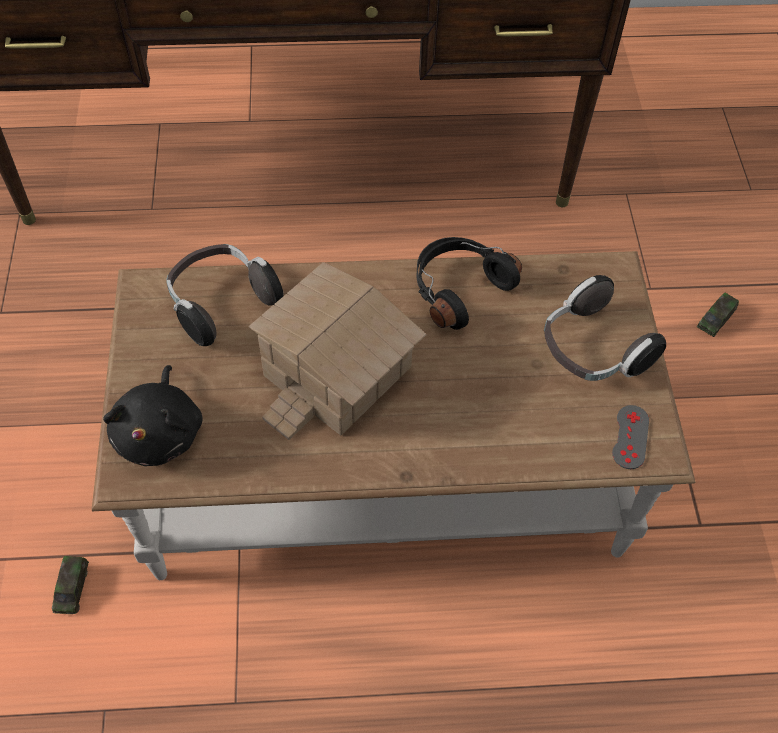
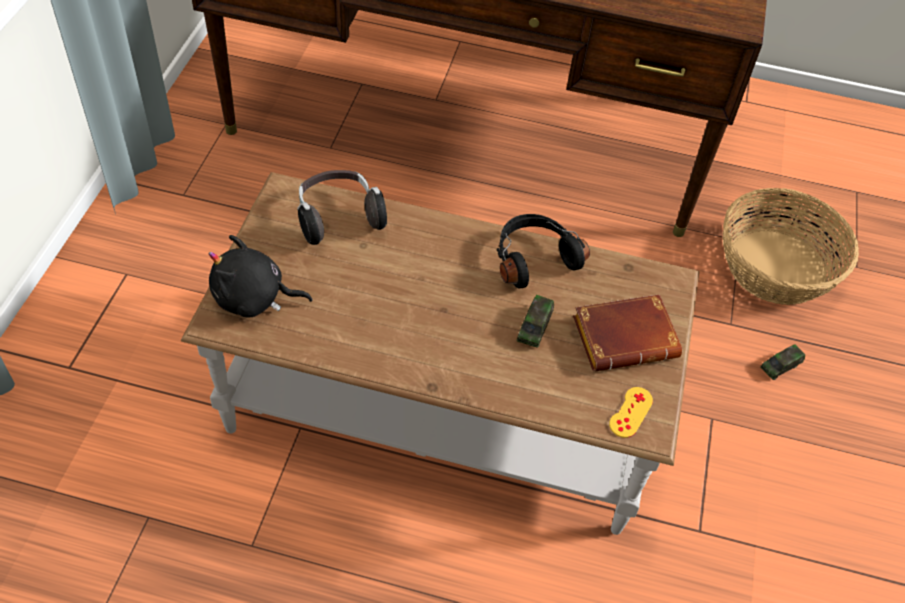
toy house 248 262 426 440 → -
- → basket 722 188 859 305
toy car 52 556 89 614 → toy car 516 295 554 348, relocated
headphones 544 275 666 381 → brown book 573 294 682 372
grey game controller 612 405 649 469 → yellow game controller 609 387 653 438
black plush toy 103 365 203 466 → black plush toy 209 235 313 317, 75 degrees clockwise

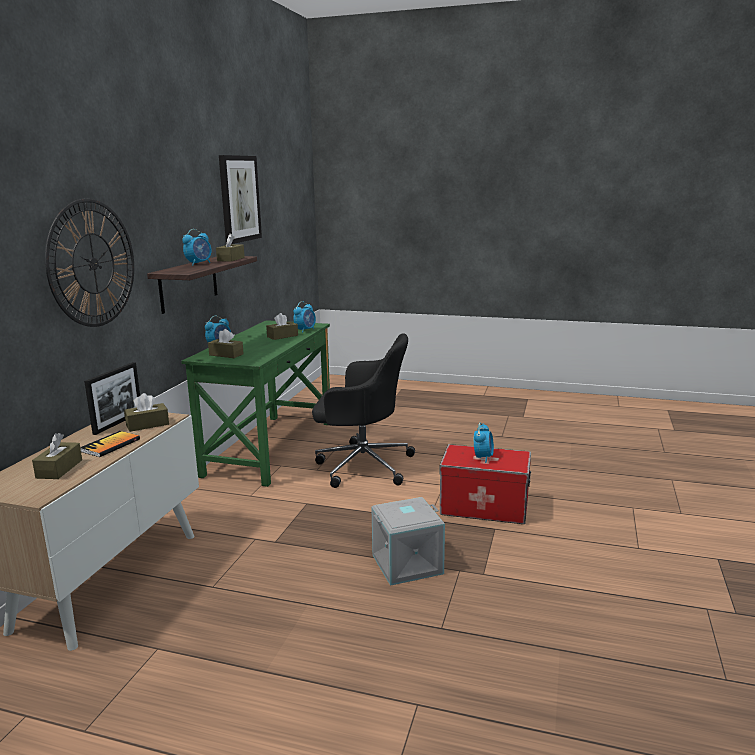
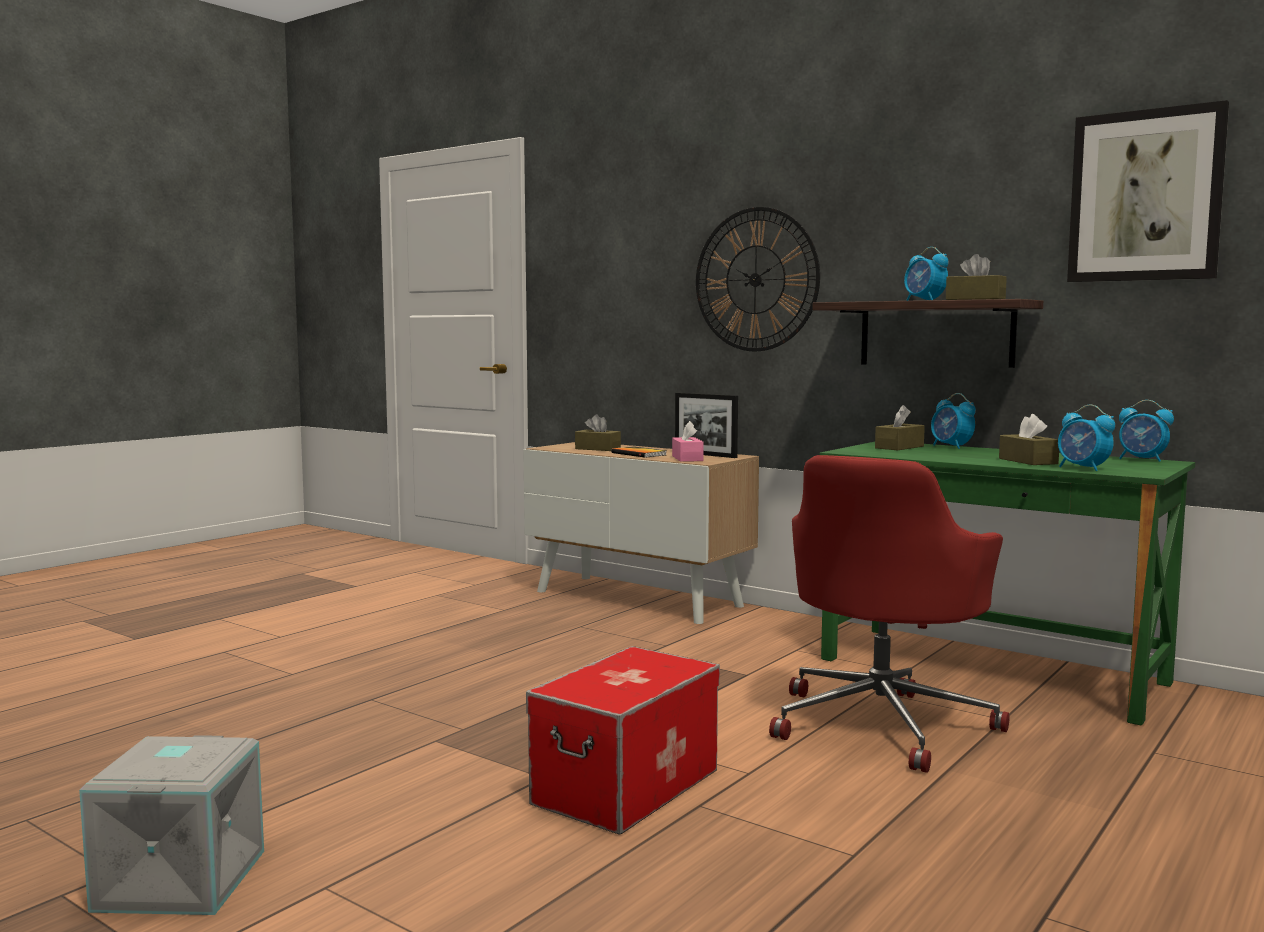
grey storage box 371 497 445 586 → grey storage box 79 735 264 915, relocated
alarm clock 474 423 494 463 → alarm clock 1119 400 1174 462, relocated
brown tissue box 124 393 169 432 → pink tissue box 672 421 704 462
black office chair 312 333 415 488 → red office chair 769 455 1009 773

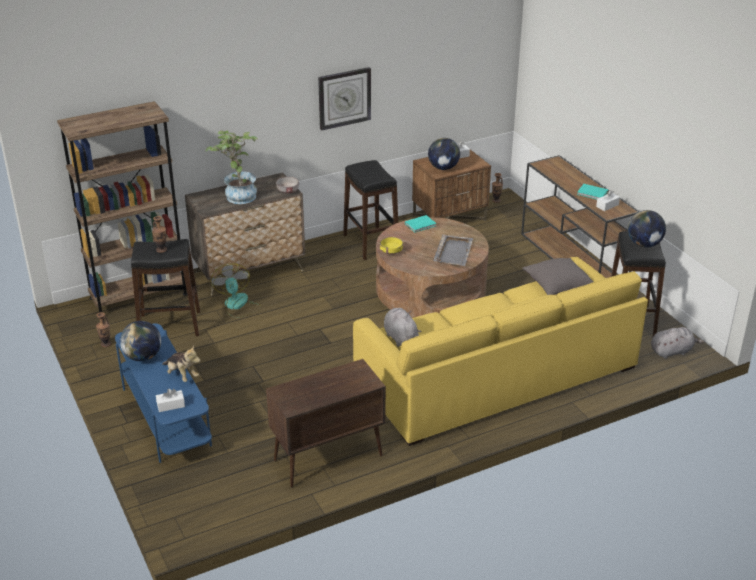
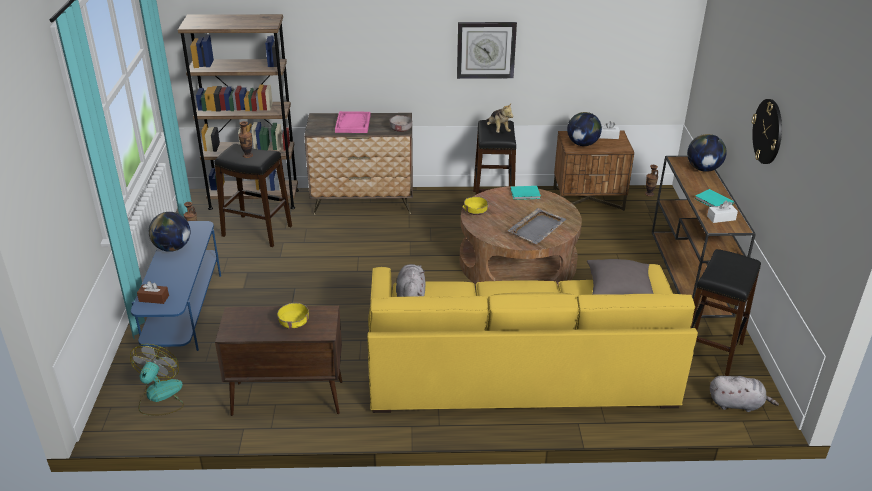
- → yellow bowl 277 303 309 329
- → wall clock 752 99 782 164
plush toy 162 346 201 382 → plush toy 486 104 513 133, relocated
fan 210 263 261 318 → fan 130 344 184 415, relocated
globe 628 210 666 247 → globe 687 134 727 172, relocated
potted plant 206 130 258 204 → pink tray 335 111 371 133
white tissue box 156 389 185 412 → brown tissue box 137 281 169 304

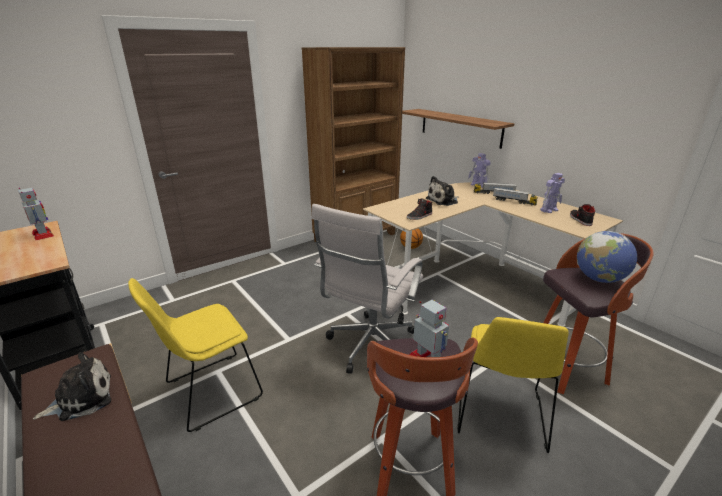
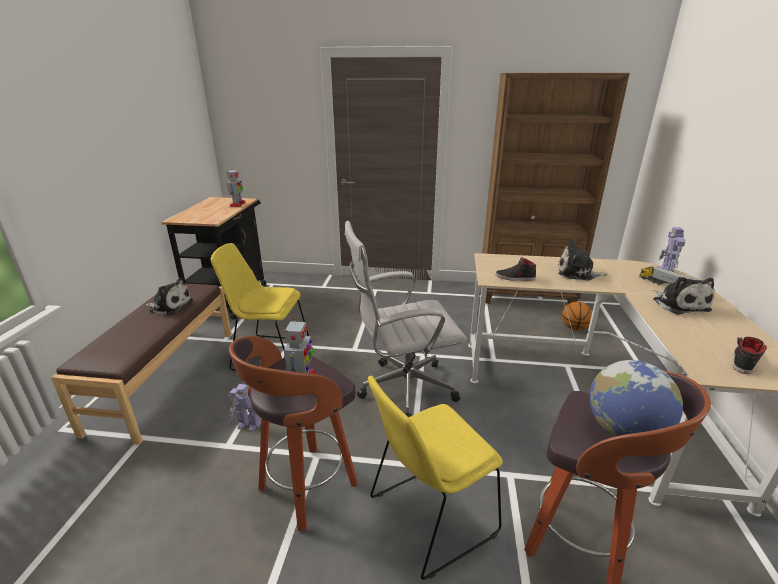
shelf 402 109 514 149 → -
toy robot 540 173 565 213 → toy robot 228 384 262 431, relocated
toy truck 493 188 538 206 → plush toy 652 277 715 315

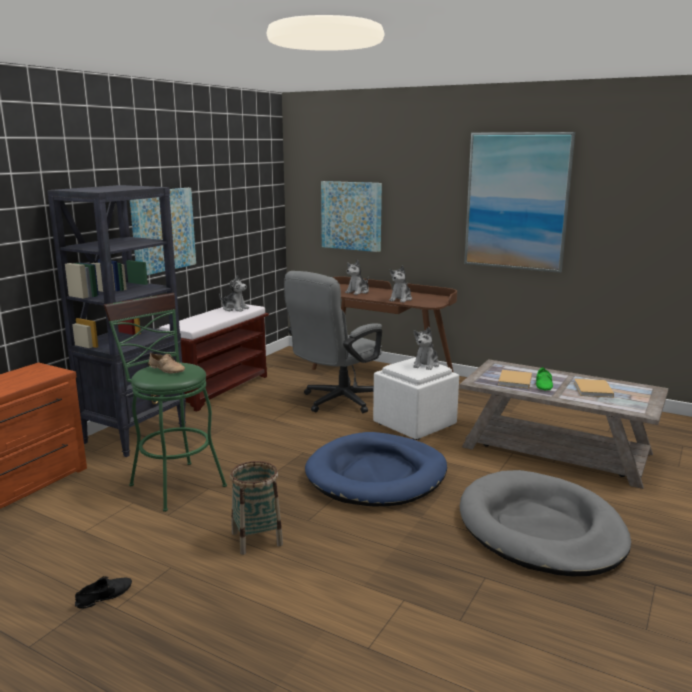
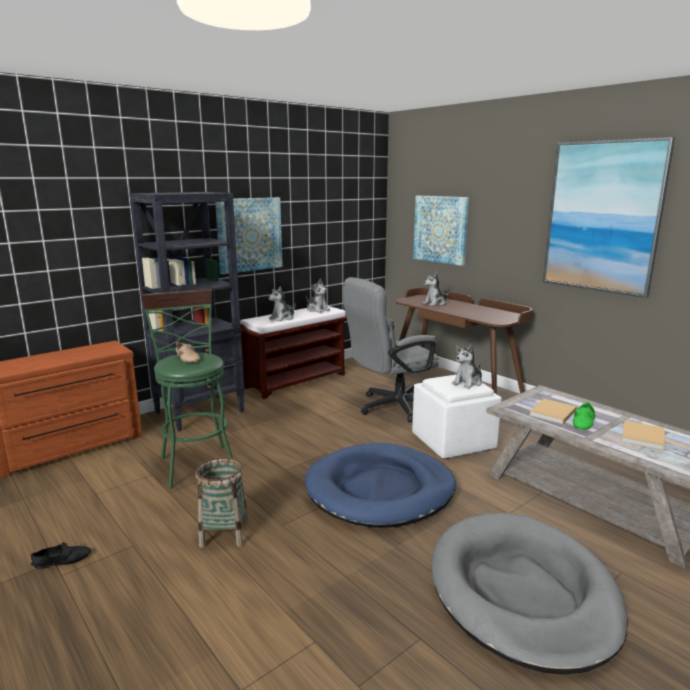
plush toy 389 265 412 302 → plush toy 268 286 296 322, relocated

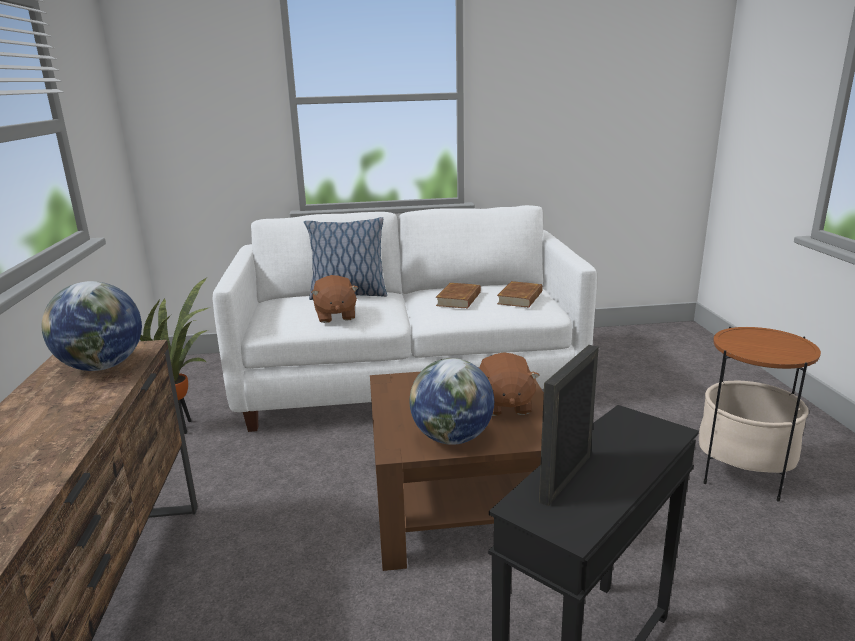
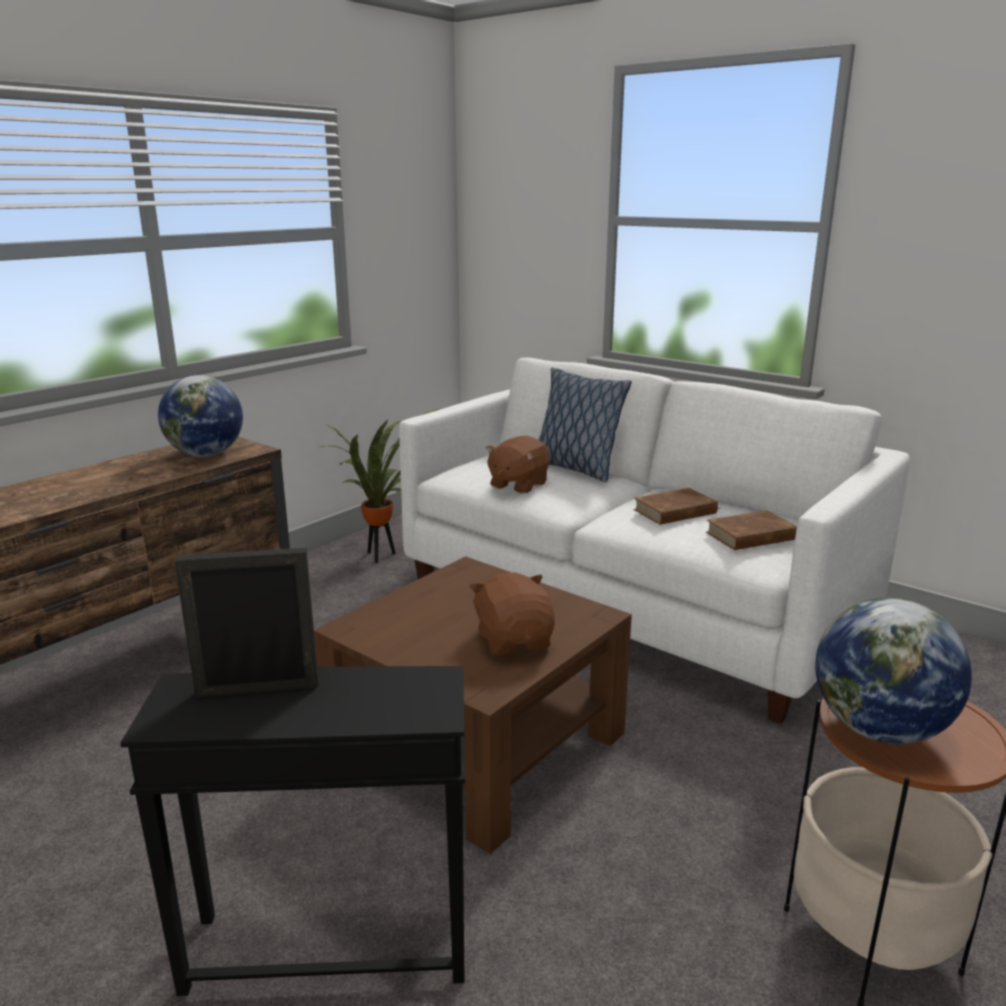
globe 409 358 494 445 → globe 815 598 972 744, relocated
brown plush toy 479 352 540 416 → brown plush toy 469 572 555 656, 120 degrees clockwise

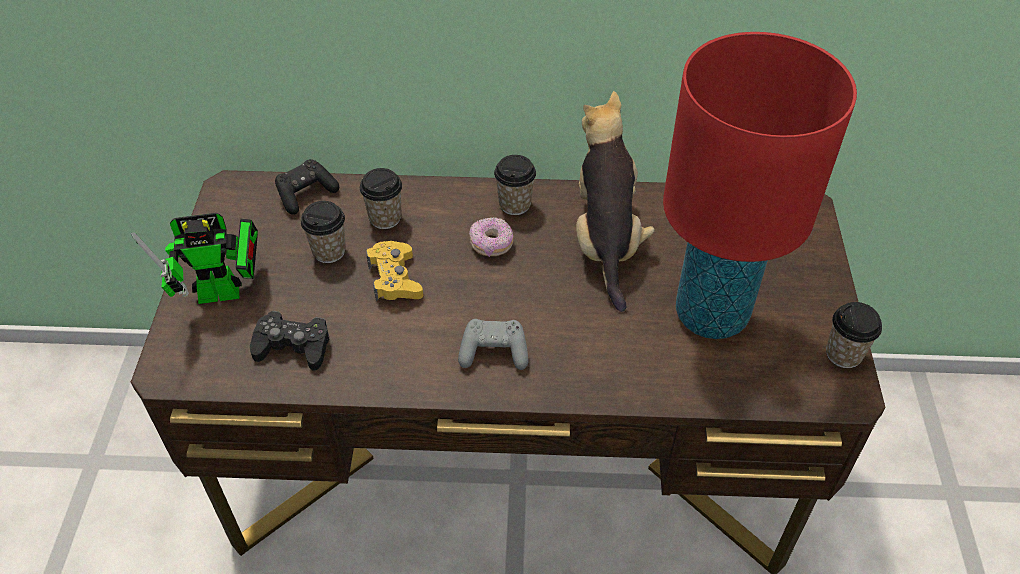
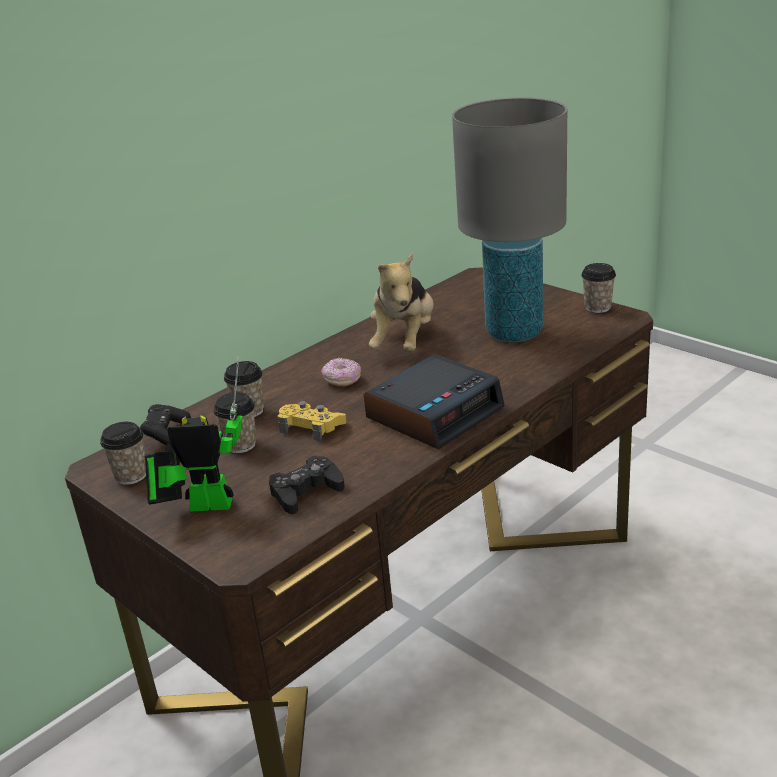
cup 494 155 536 215 → cup 100 422 146 485, relocated
grey game controller 458 319 528 370 → alarm clock 364 355 505 449
red table lamp 663 32 857 339 → grey table lamp 452 97 567 342
toy robot 131 213 258 304 → toy robot 145 356 242 512, 120 degrees counterclockwise
plush toy 576 91 655 312 → plush toy 369 253 434 352, 120 degrees counterclockwise

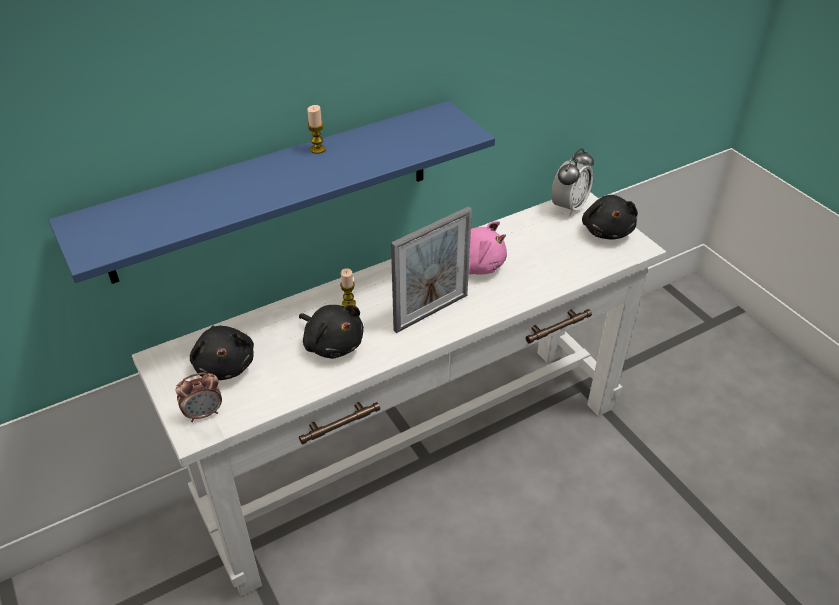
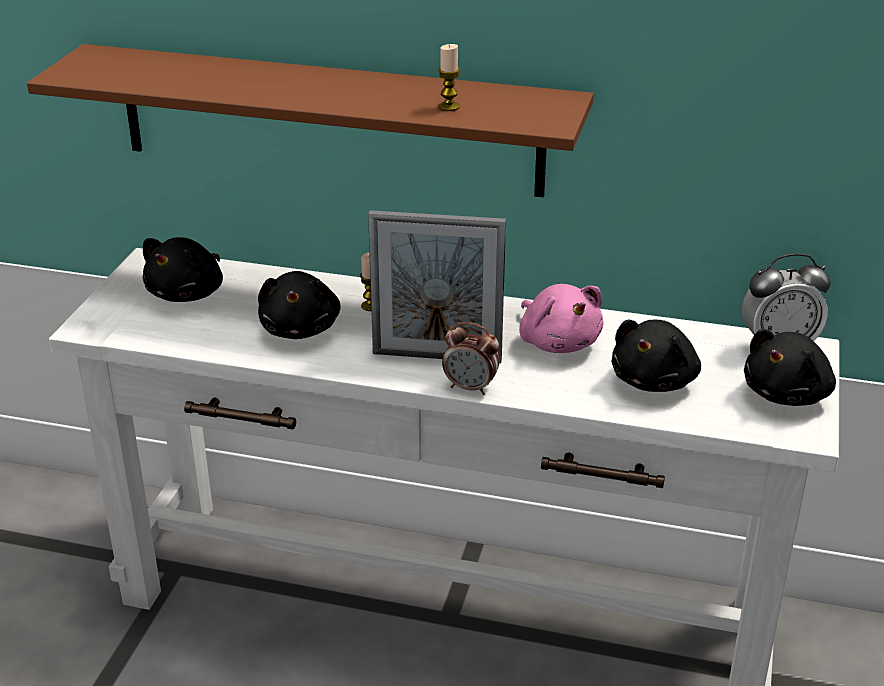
- → black plush toy 611 320 701 392
alarm clock 176 372 222 422 → alarm clock 442 322 499 395, relocated
candle 307 105 326 154 → candle 438 44 460 111, relocated
blue shelf 49 101 495 284 → brown shelf 27 44 594 198

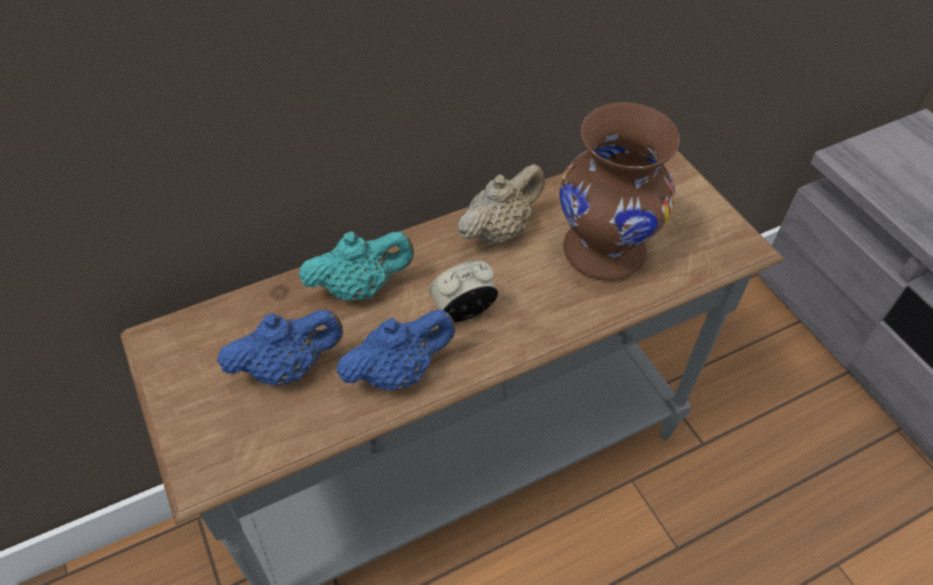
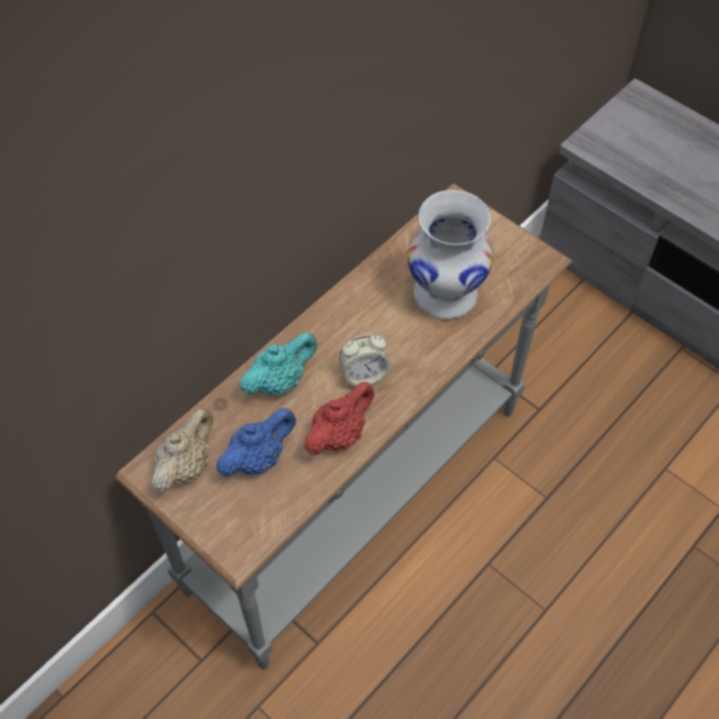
beige teapot 458 164 545 245 → beige teapot 152 408 213 493, relocated
blue teapot 336 309 455 390 → red teapot 304 382 374 455
brown vase 559 102 680 280 → white vase 407 190 494 319
alarm clock 429 261 498 322 → alarm clock 339 333 391 386, 150 degrees counterclockwise

